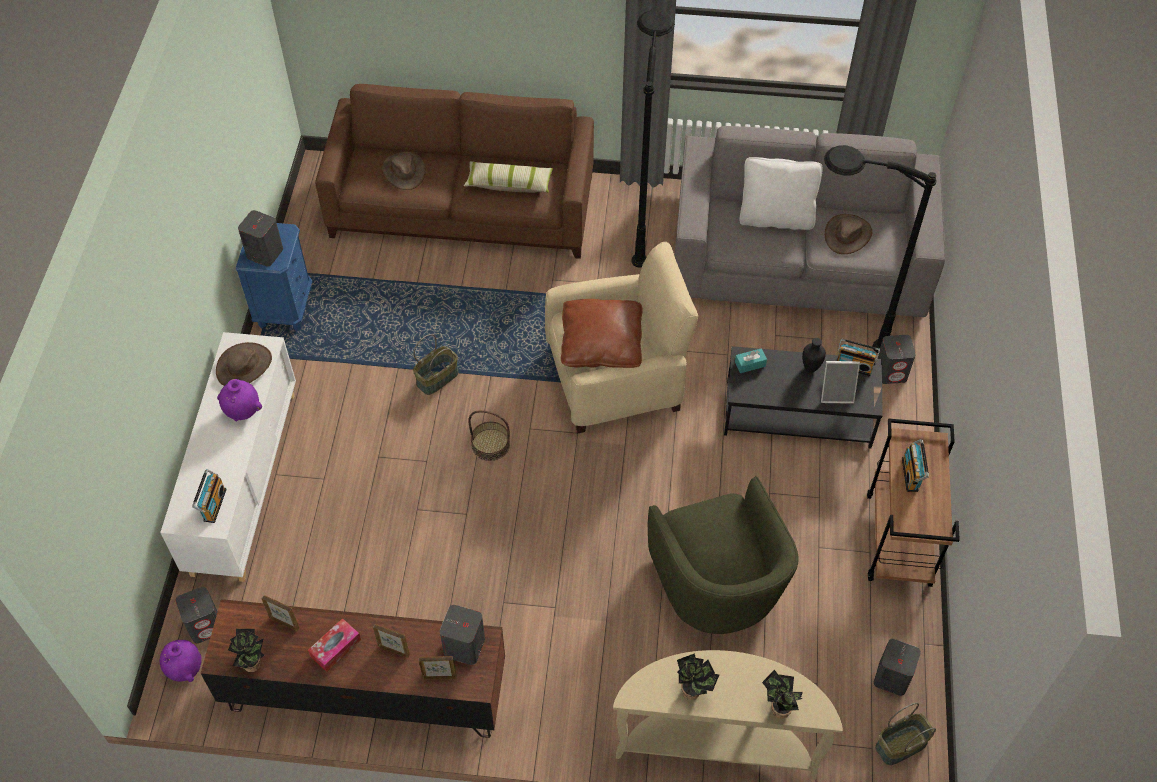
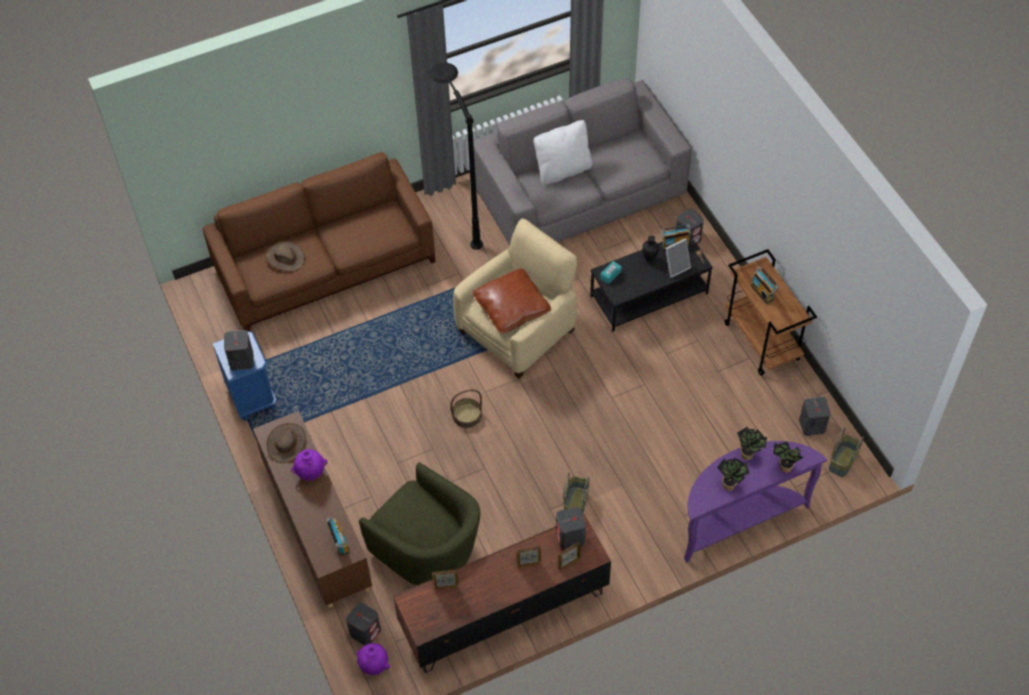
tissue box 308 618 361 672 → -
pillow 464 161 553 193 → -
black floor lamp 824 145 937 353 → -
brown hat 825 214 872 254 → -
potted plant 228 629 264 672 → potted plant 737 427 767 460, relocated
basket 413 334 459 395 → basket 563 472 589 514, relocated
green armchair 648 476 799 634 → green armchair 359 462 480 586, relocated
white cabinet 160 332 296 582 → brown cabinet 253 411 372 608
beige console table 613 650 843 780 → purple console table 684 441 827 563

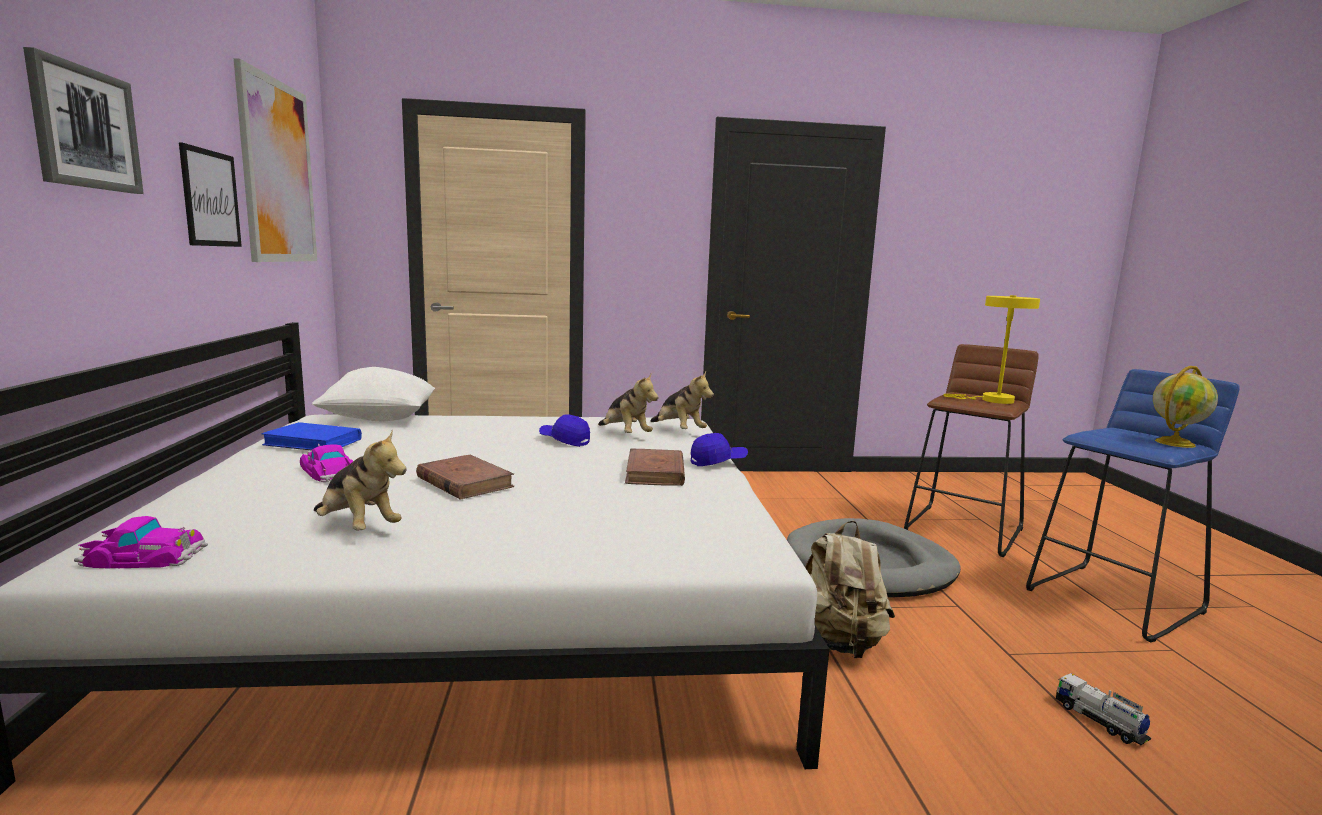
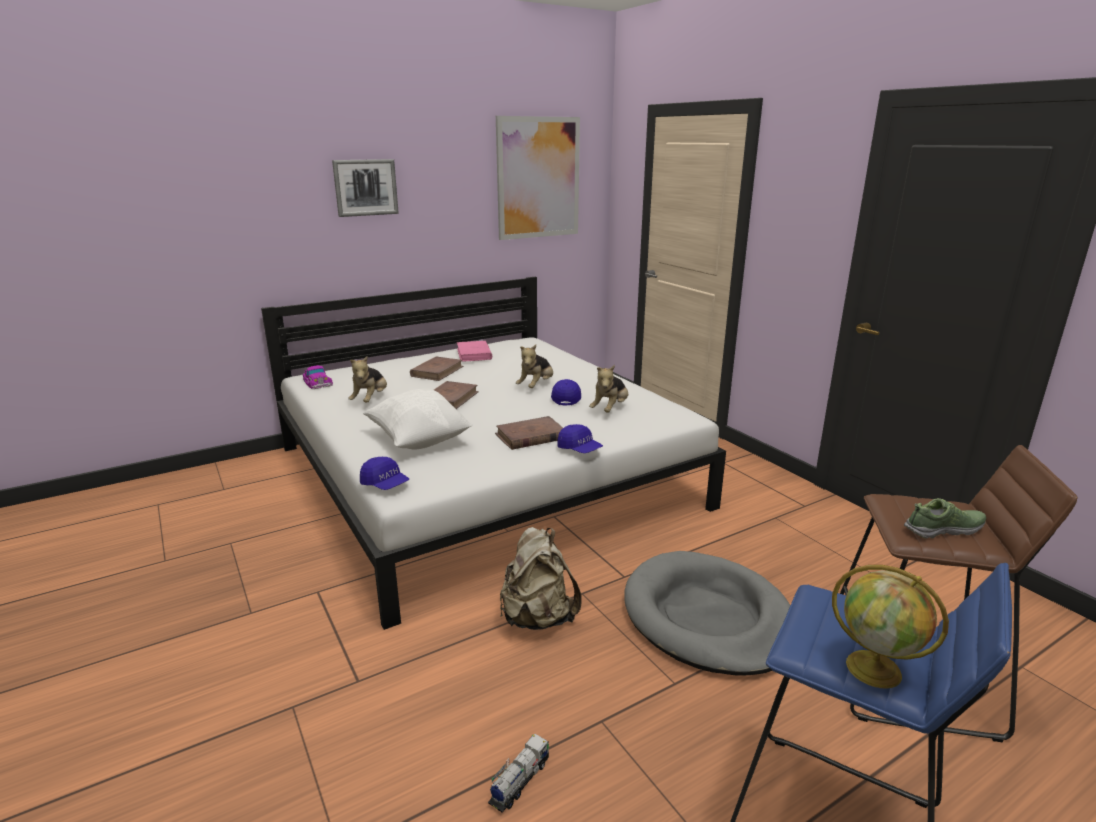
picture 179 142 242 247 → -
- → blue cap 360 457 409 490
white pillow 312 367 435 421 → white pillow 363 388 472 449, relocated
plush toy 650 371 714 429 → plush toy 516 345 553 388, relocated
toy car 300 444 353 482 → brown book 410 357 464 381
yellow table lamp 943 295 1040 404 → shoe 904 498 986 539
blue book 261 422 362 451 → pink book 457 341 492 362

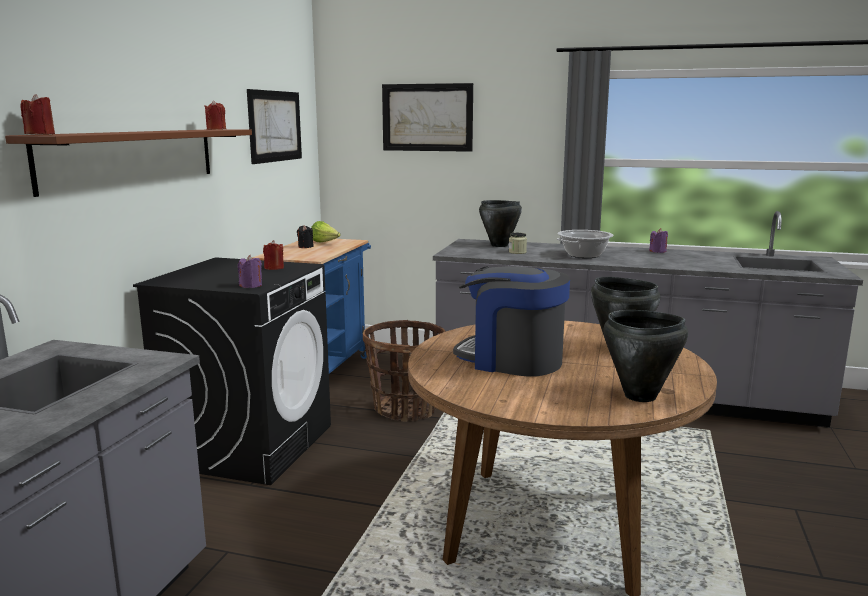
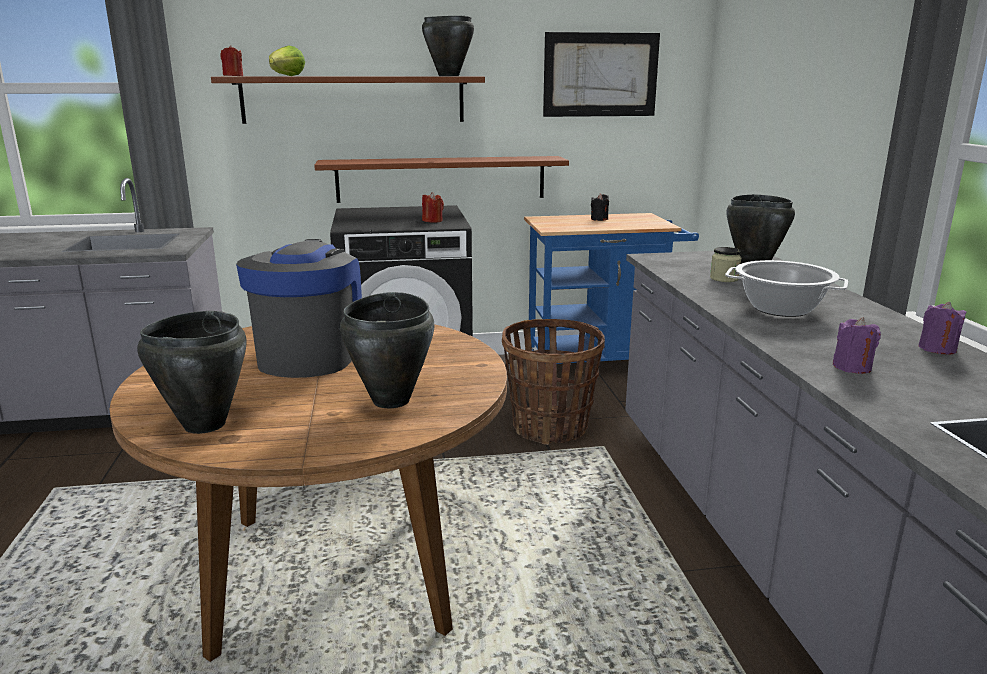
picture 382 83 473 152 → -
- → brown shelf 314 156 569 203
purple candle 238 255 262 288 → purple candle 833 317 881 374, relocated
lettuce 311 221 341 242 → lettuce 269 46 305 76, relocated
red candle 204 100 226 130 → black cooking pot 422 16 474 76

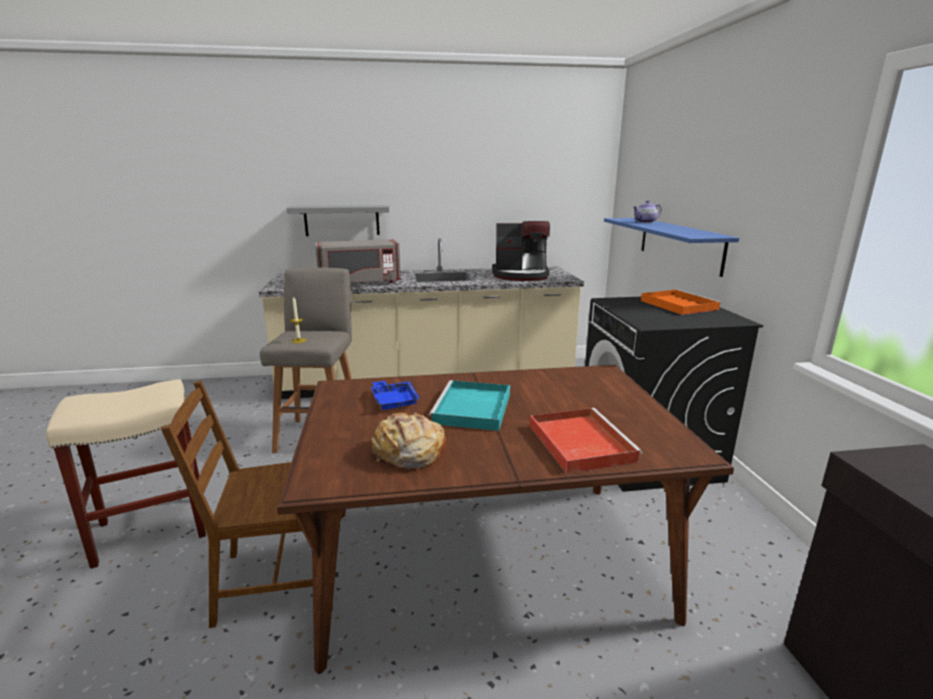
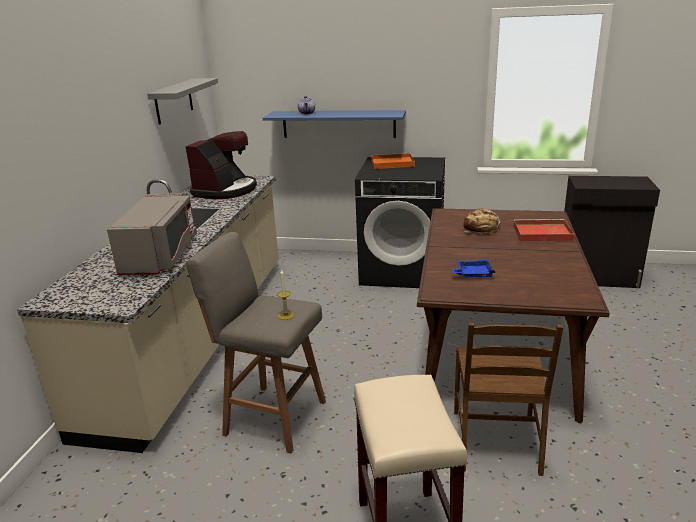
turquoise tray 429 380 510 431 → -
grey shelf 286 205 389 236 → grey shelf 147 78 218 125, relocated
bread 371 412 446 469 → bread 463 208 501 234, relocated

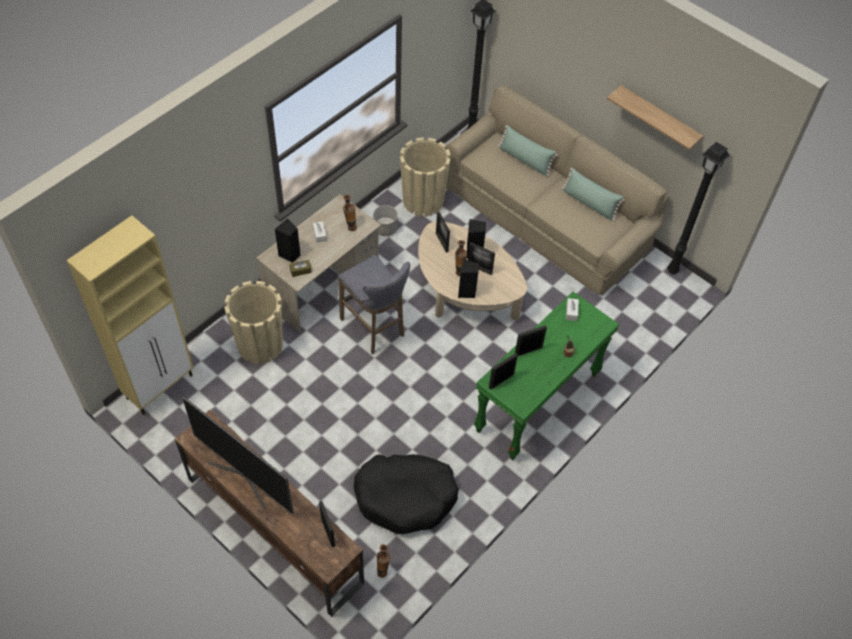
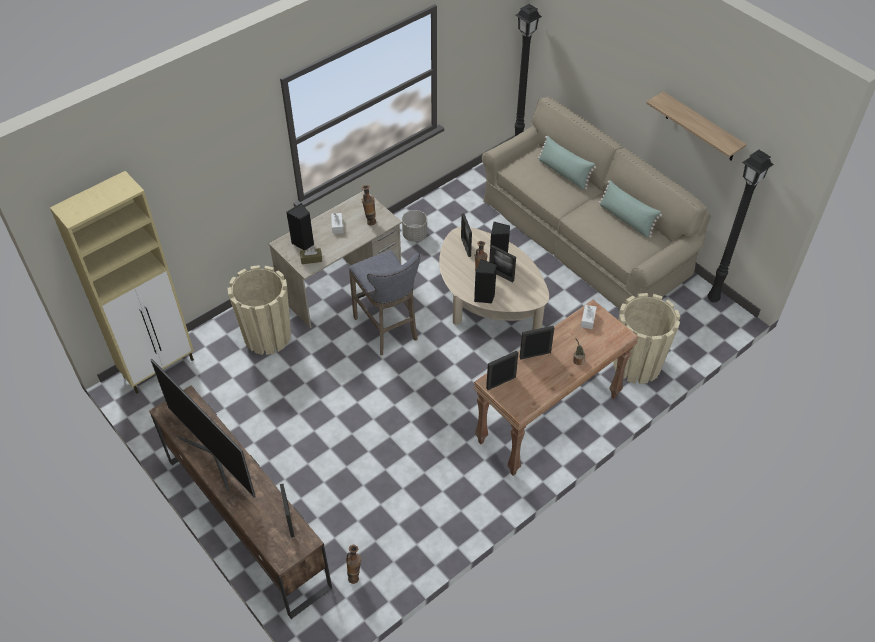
black dog bed 354 454 459 534 → -
beige planter 400 137 451 217 → beige planter 614 293 680 384, relocated
green console table 474 292 619 460 → brown console table 474 300 639 476

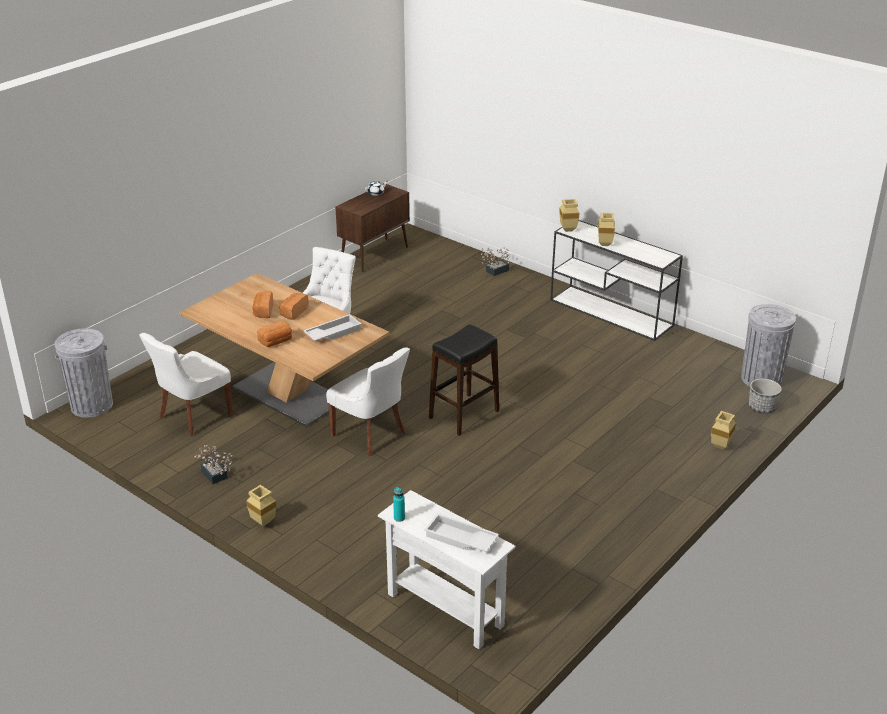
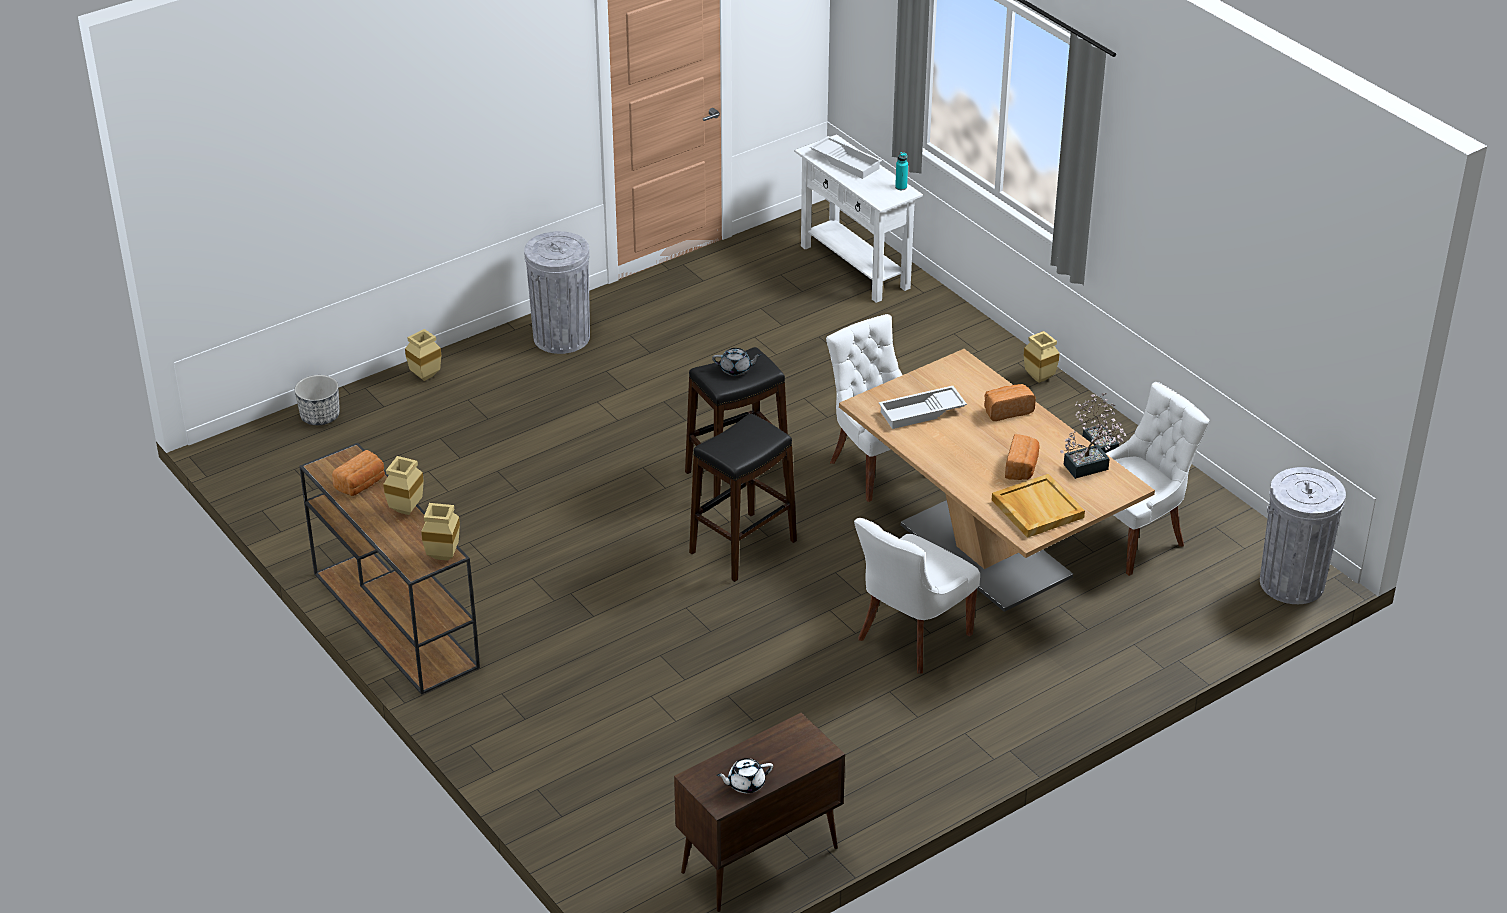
- → black stool 689 414 797 582
- → grey teapot 712 348 761 376
- → beige tray 992 474 1085 538
bread 279 293 309 320 → bread 332 450 385 496, relocated
potted plant 480 247 511 276 → potted plant 1060 414 1124 479, relocated
grey trash can 741 304 796 387 → grey trash can 524 231 590 354, relocated
white console table 550 220 683 341 → brown console table 299 443 480 695

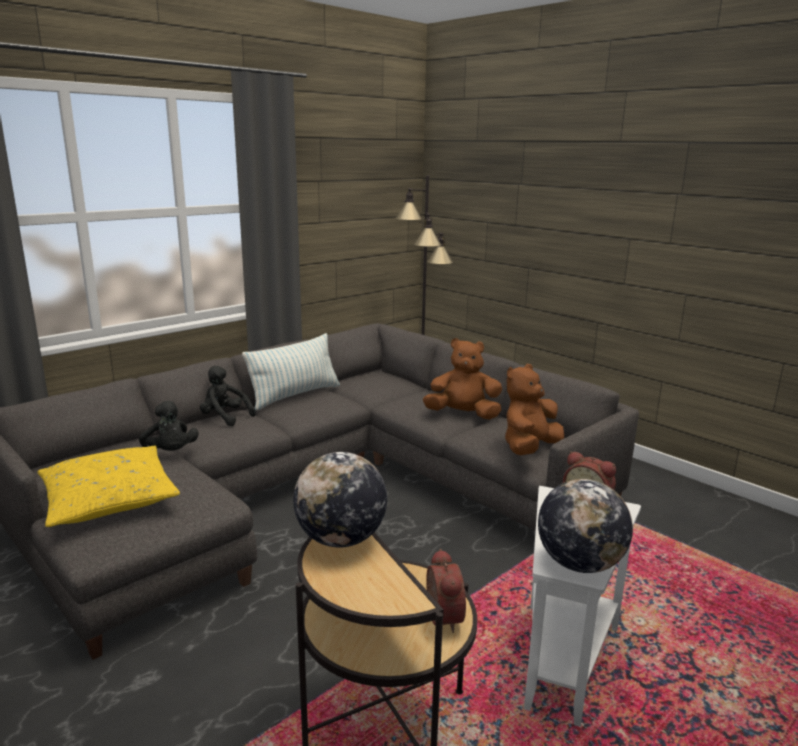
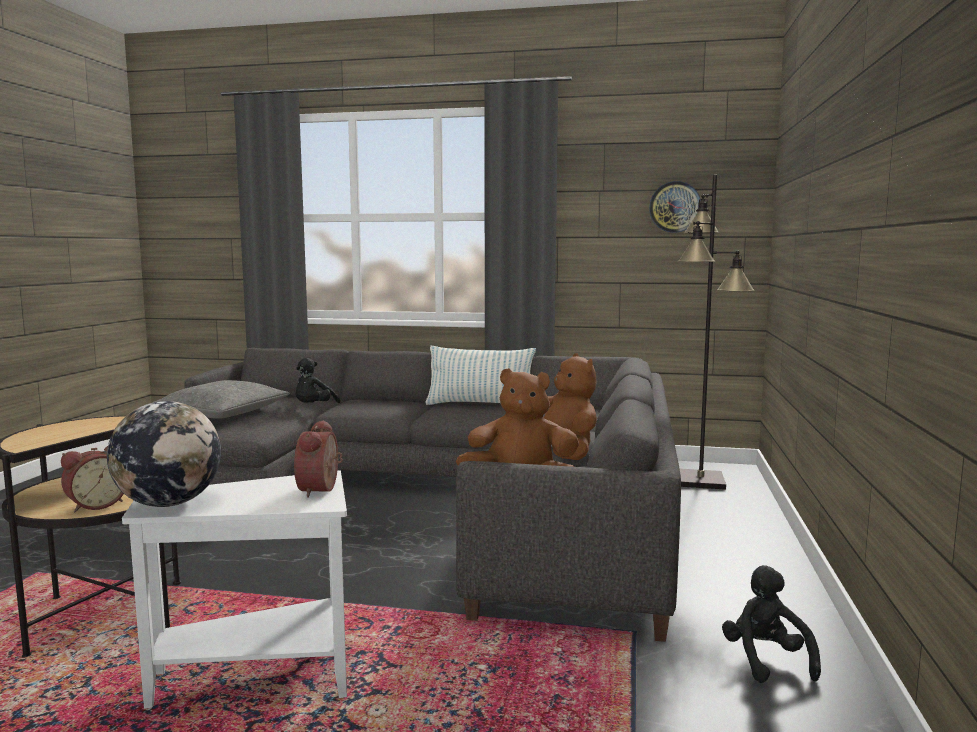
globe 293 452 387 548 → -
- → wall clock 649 181 701 233
black plush toy 200 366 256 426 → black plush toy 722 565 821 683, relocated
yellow pillow 37 446 180 527 → grey pillow 152 380 290 419

